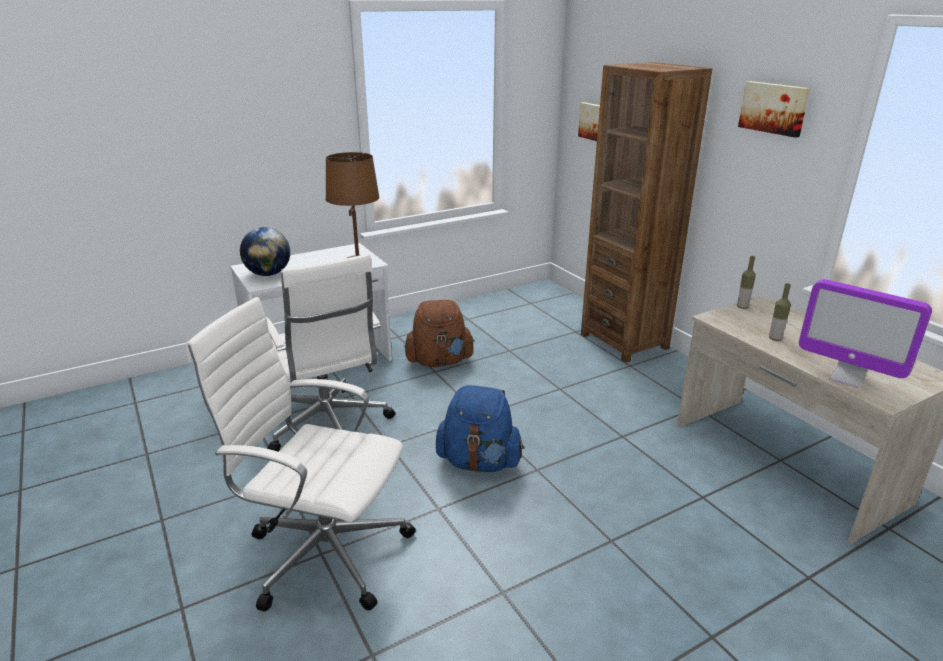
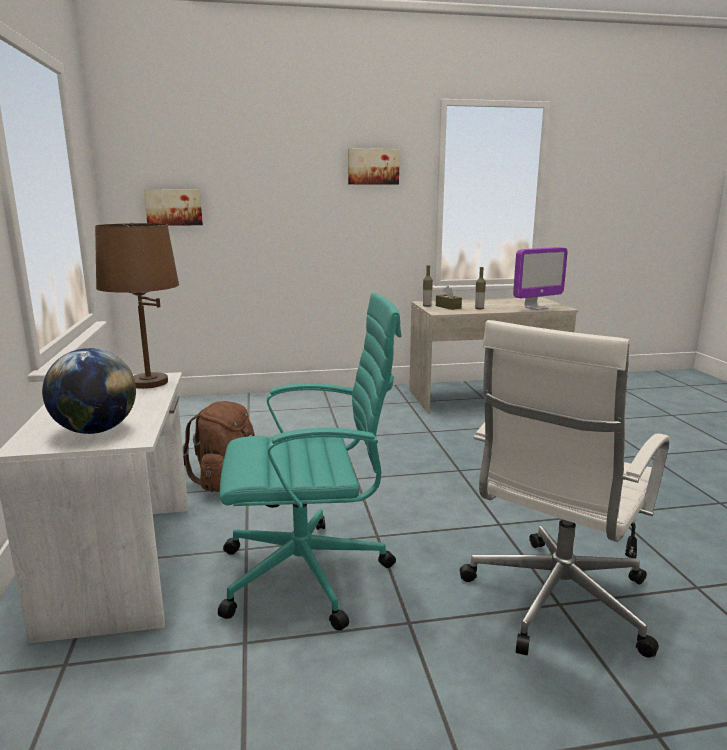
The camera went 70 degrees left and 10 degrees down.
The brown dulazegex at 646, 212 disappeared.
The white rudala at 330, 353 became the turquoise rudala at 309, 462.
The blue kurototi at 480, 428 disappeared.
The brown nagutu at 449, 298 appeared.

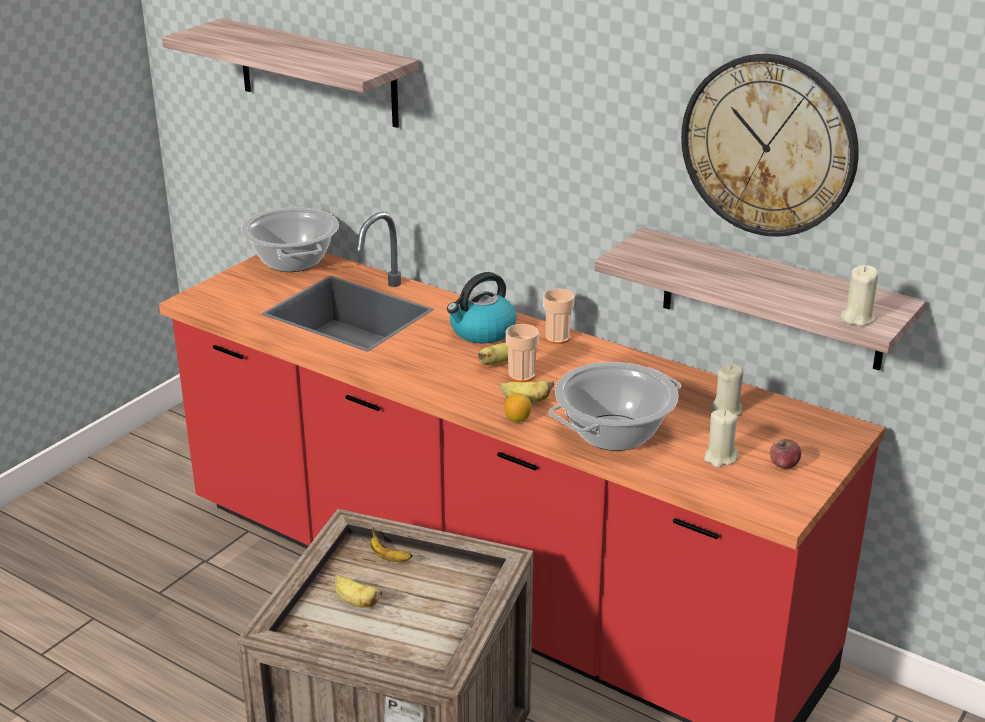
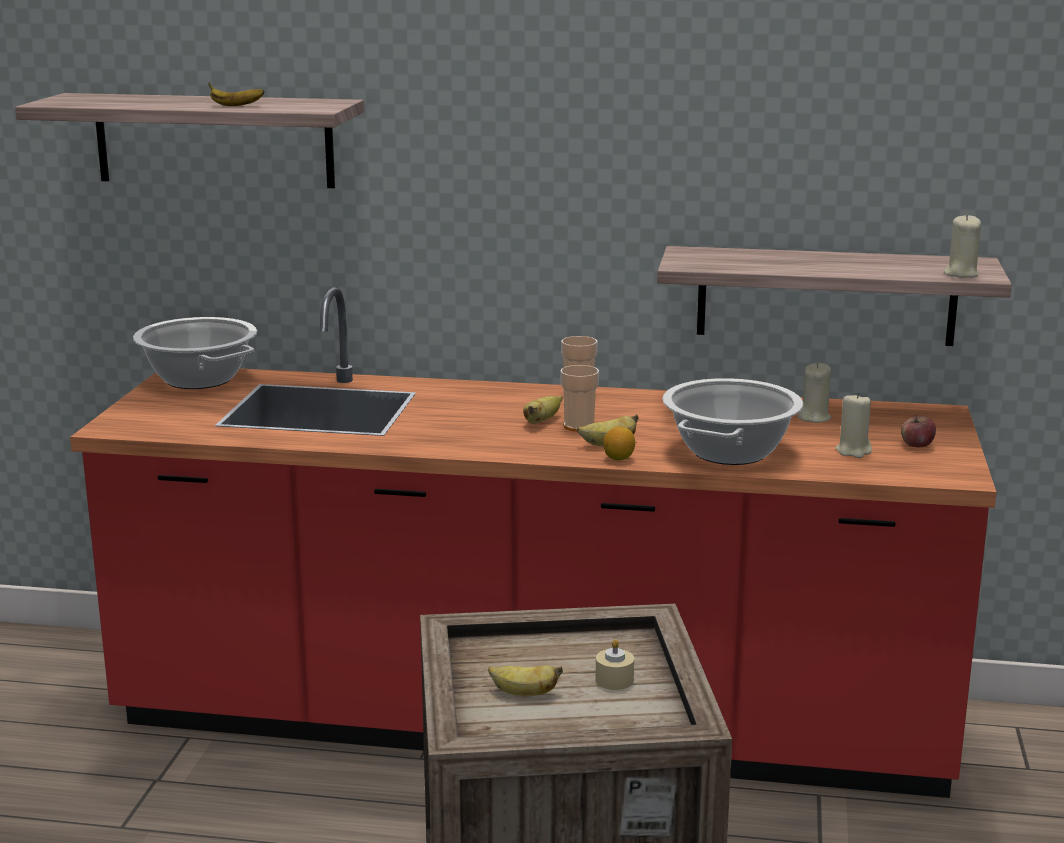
The camera went 25 degrees left and 10 degrees down.
The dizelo at 770, 145 disappeared.
The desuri at 481, 307 disappeared.
The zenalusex moved from 391, 544 to 236, 94.
The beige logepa at 614, 664 appeared.

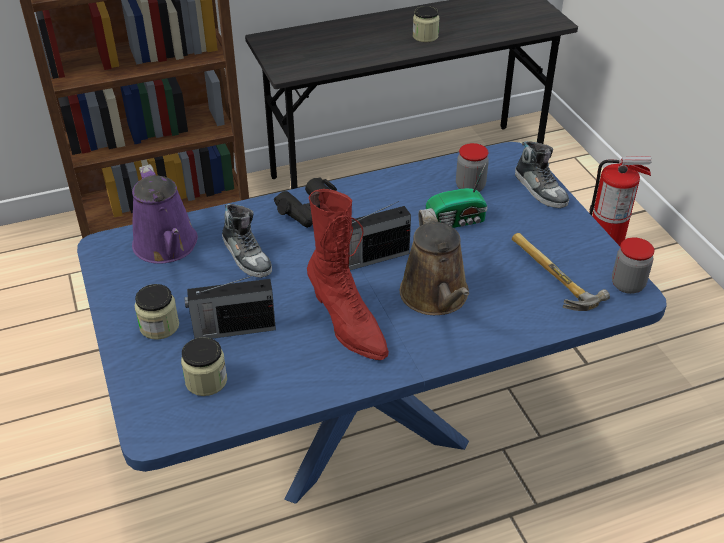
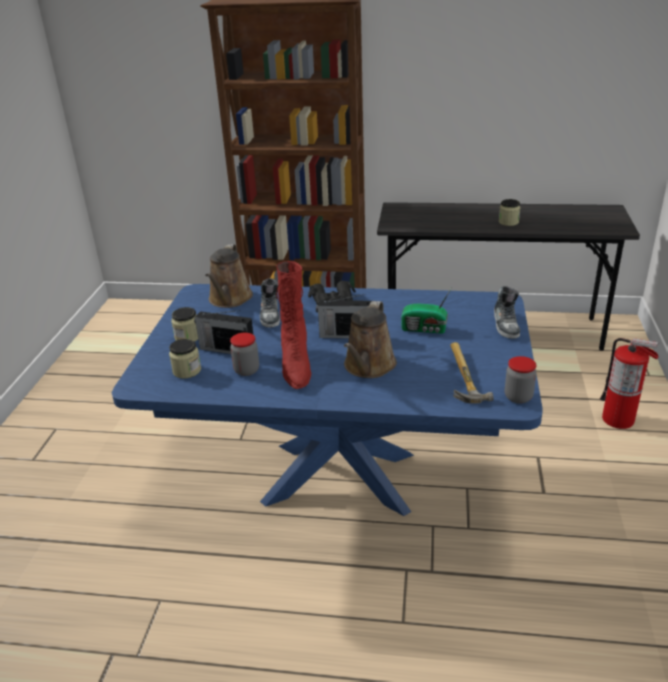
The camera went 30 degrees right and 10 degrees down.
The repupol moved from 472, 167 to 244, 354.
The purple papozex at 165, 214 became the brown papozex at 229, 276.

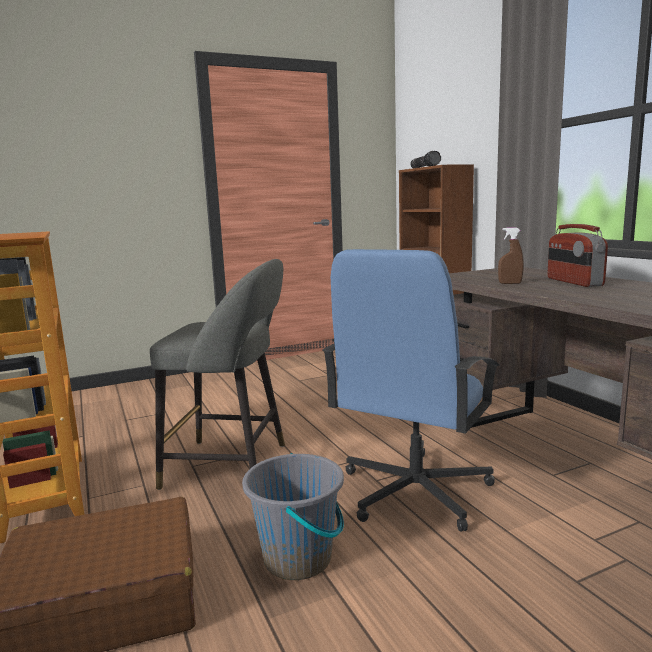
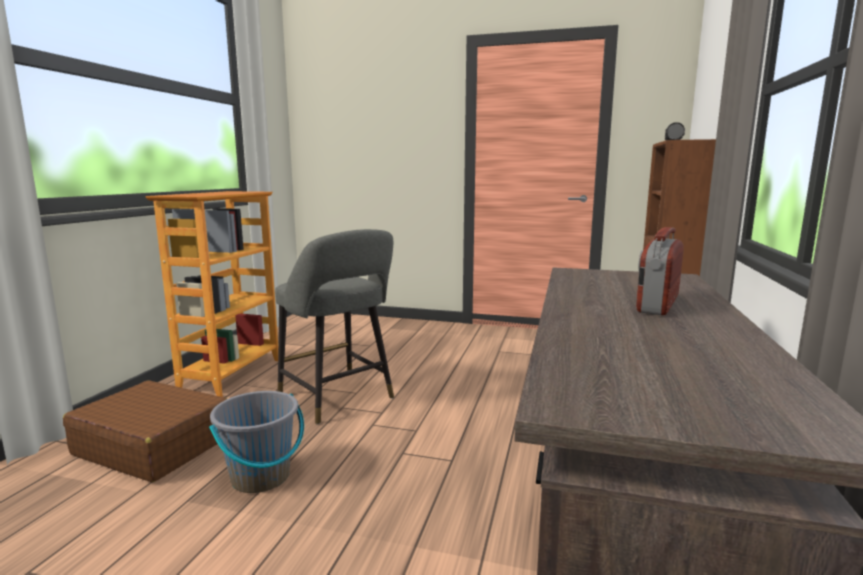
The camera went 40 degrees right and 0 degrees up.
The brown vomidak at 511, 256 disappeared.
The blue rudala at 411, 390 disappeared.

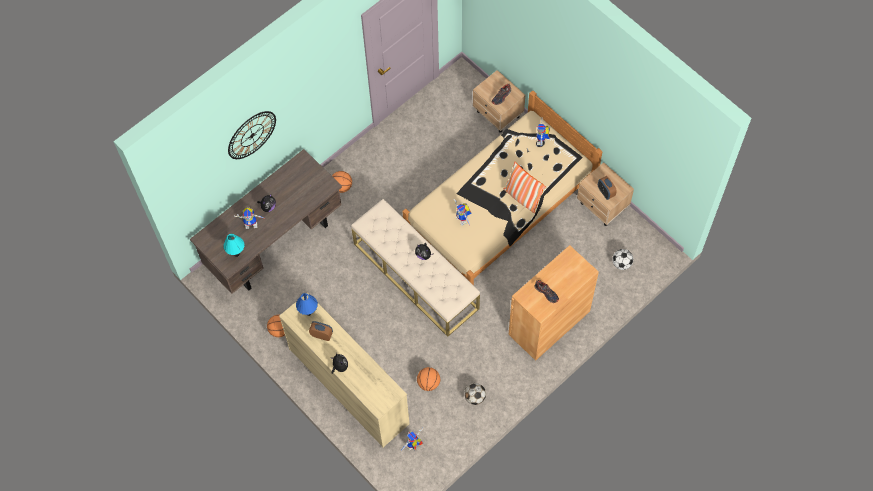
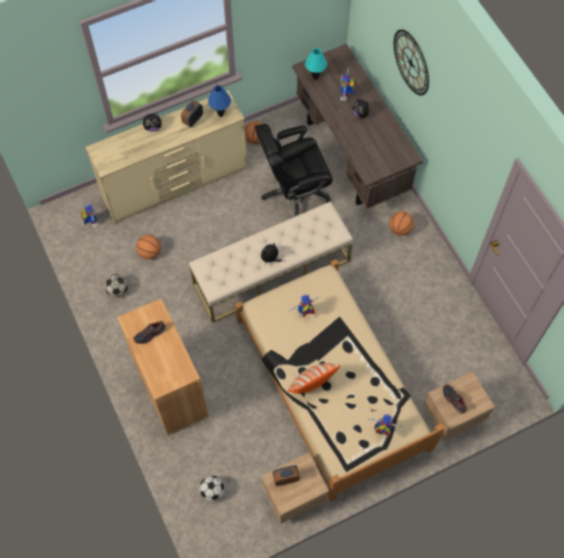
The camera went 105 degrees right and 0 degrees up.
The black rudala at 294, 170 appeared.

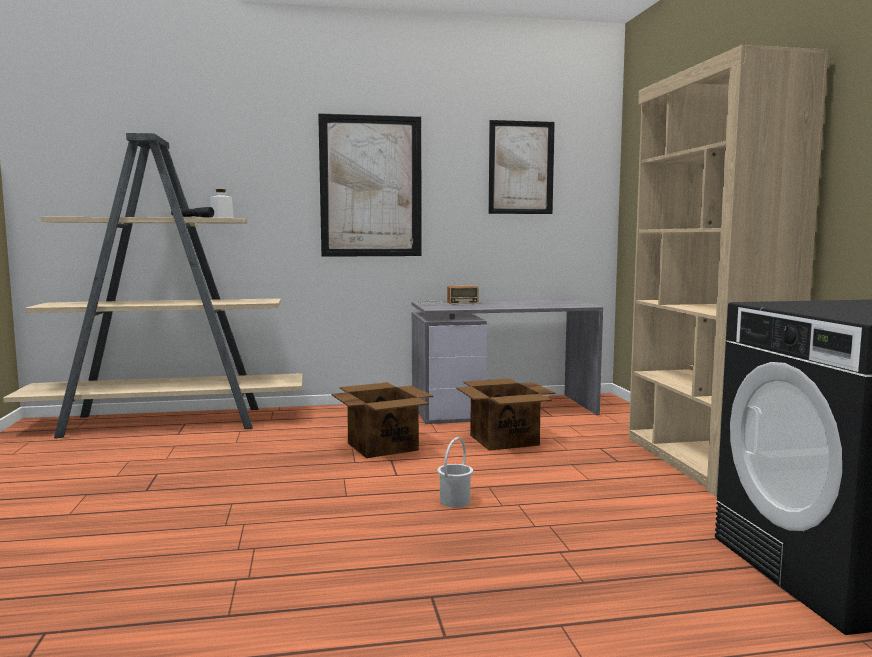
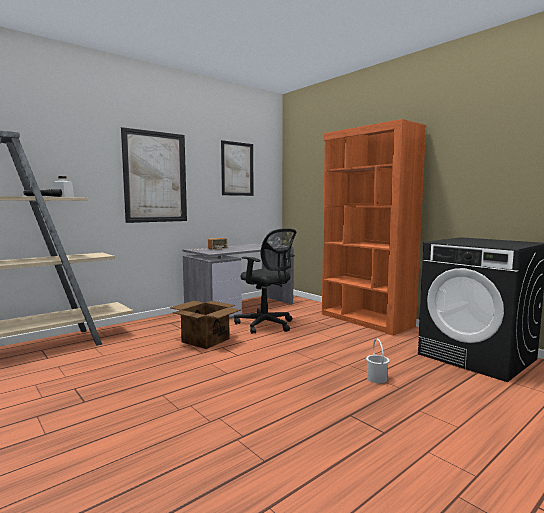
The camera went 30 degrees left and 0 degrees up.
The beige dulazegex at 729, 271 became the orange dulazegex at 374, 227.
The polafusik at 505, 415 was replaced by the black rudala at 265, 281.
The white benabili moved from 455, 472 to 378, 360.

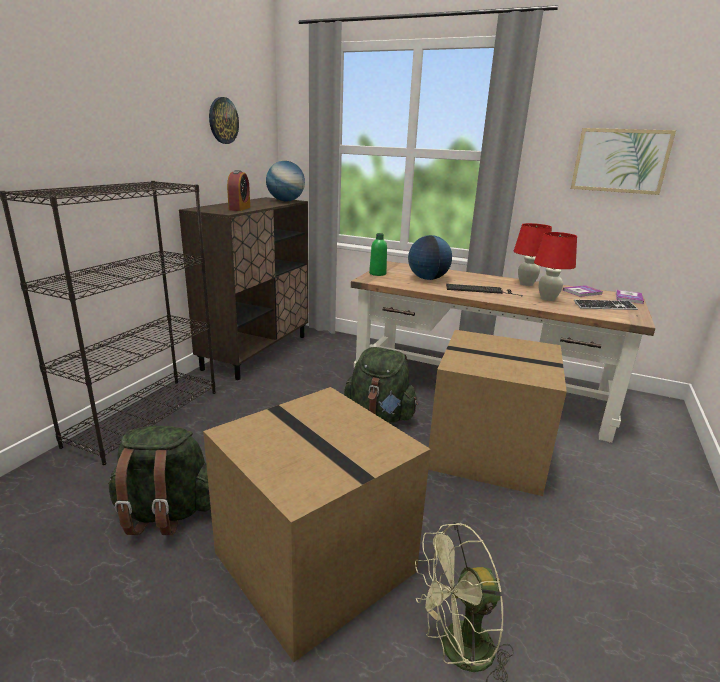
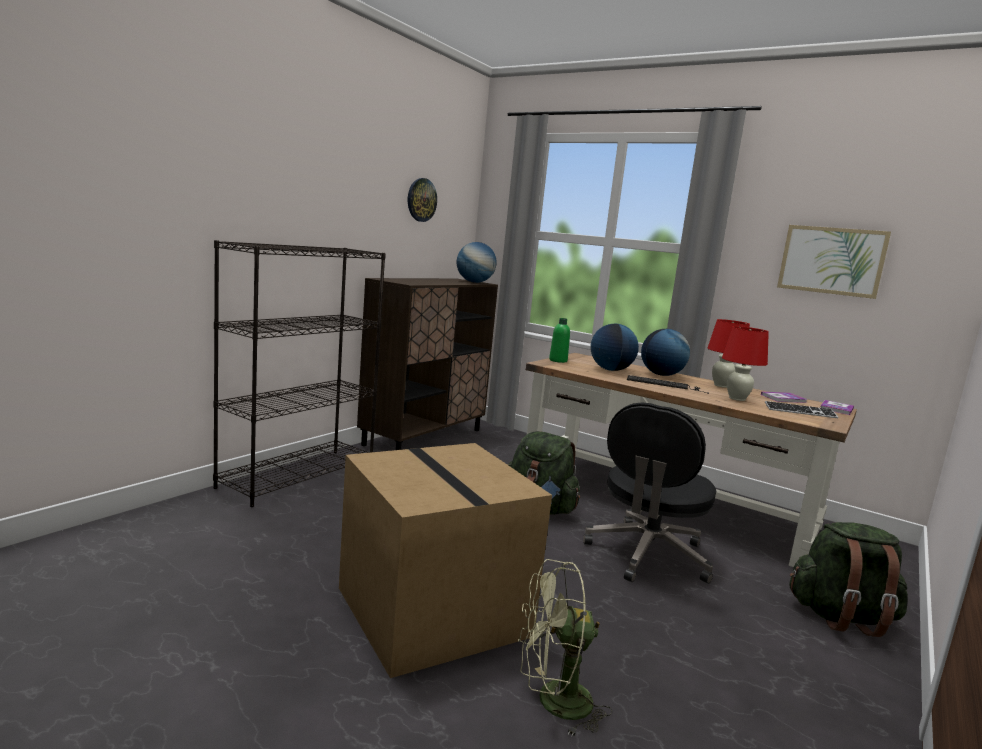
The camera went 10 degrees right and 10 degrees down.
The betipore at 238, 190 disappeared.
The polafusik at 497, 413 was replaced by the black rudala at 649, 493.
The green kurototi moved from 159, 480 to 848, 579.
The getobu at 665, 352 appeared.

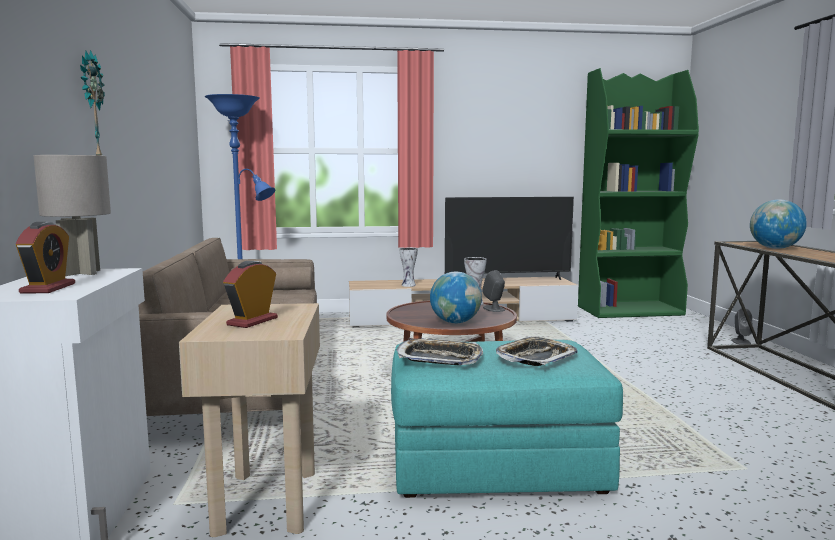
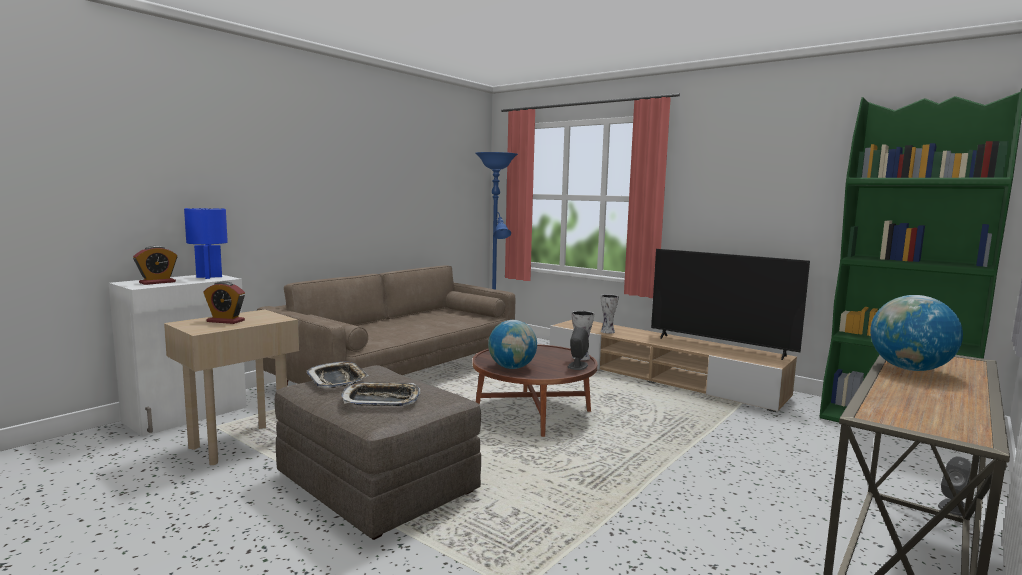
The camera went 45 degrees right and 0 degrees up.
The dizelo at 92, 103 disappeared.
The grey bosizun at 72, 215 became the blue bosizun at 206, 243.
The betipore at 250, 294 turned 150 degrees counterclockwise.
The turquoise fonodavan at 507, 419 became the grey fonodavan at 377, 452.

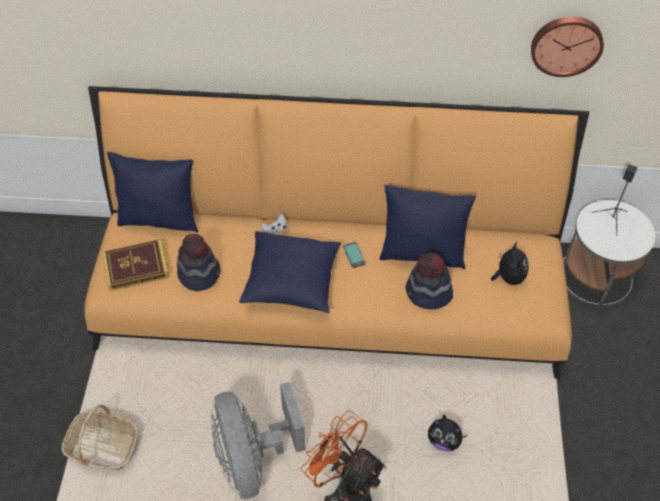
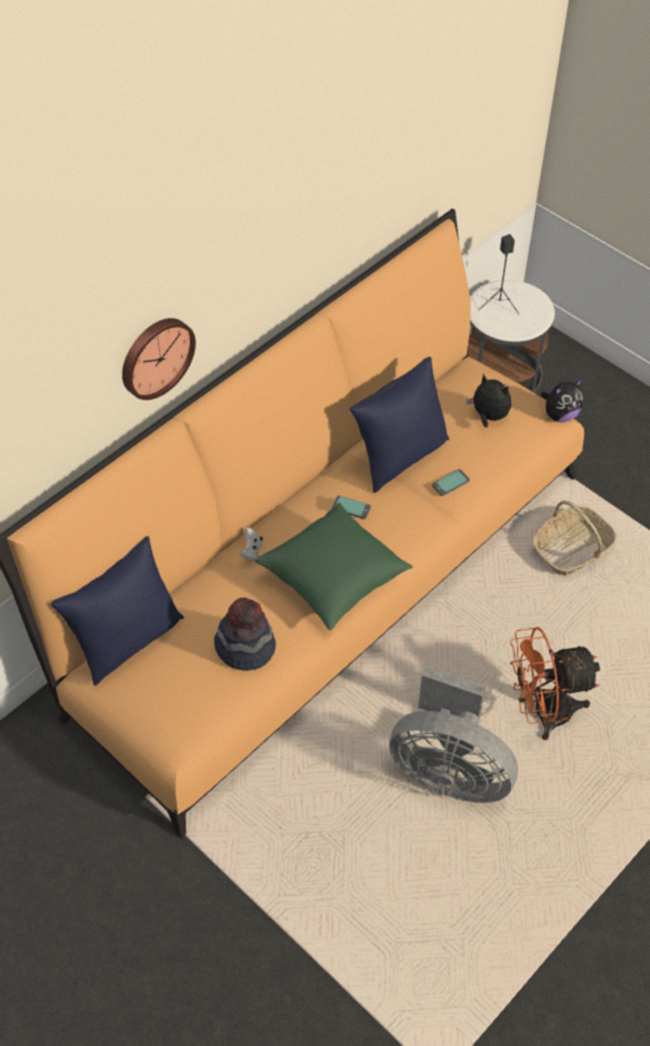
The camera went 50 degrees left and 0 degrees up.
The dizelo moved from 567, 47 to 159, 359.
The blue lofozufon at 290, 272 became the green lofozufon at 334, 567.
The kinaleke at 136, 265 disappeared.
The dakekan at 429, 280 was replaced by the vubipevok at 451, 482.
The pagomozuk moved from 99, 437 to 574, 538.
The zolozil moved from 447, 433 to 562, 400.

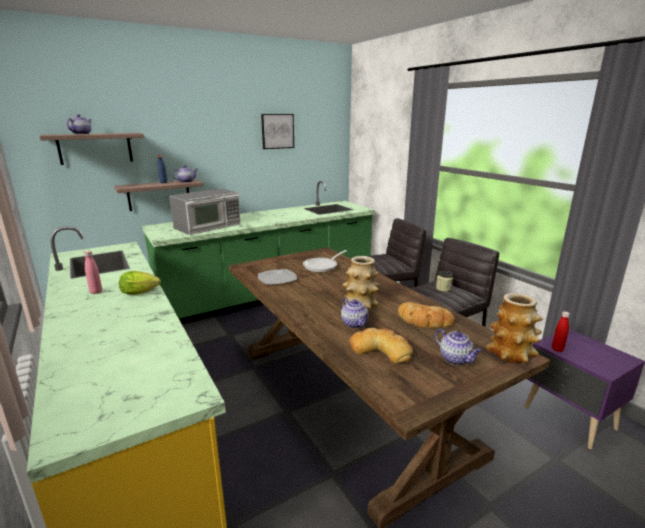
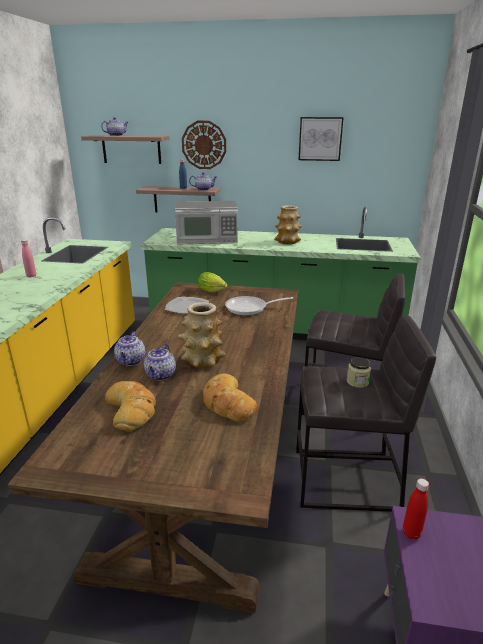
The camera went 40 degrees right and 5 degrees up.
The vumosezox moved from 140, 283 to 212, 282.
The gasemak moved from 514, 328 to 288, 224.
The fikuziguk moved from 458, 347 to 129, 349.
The dizelo at 204, 145 appeared.

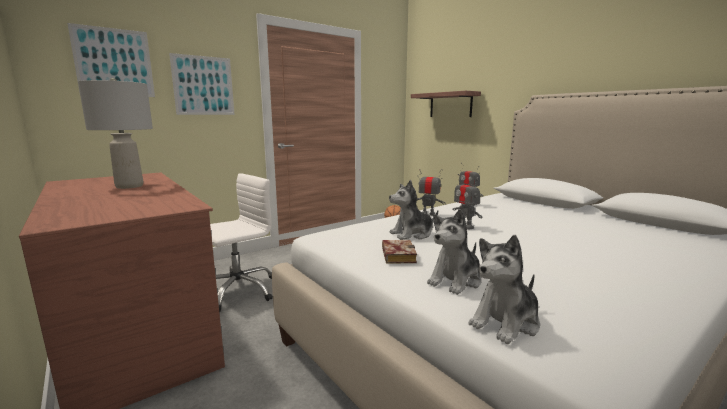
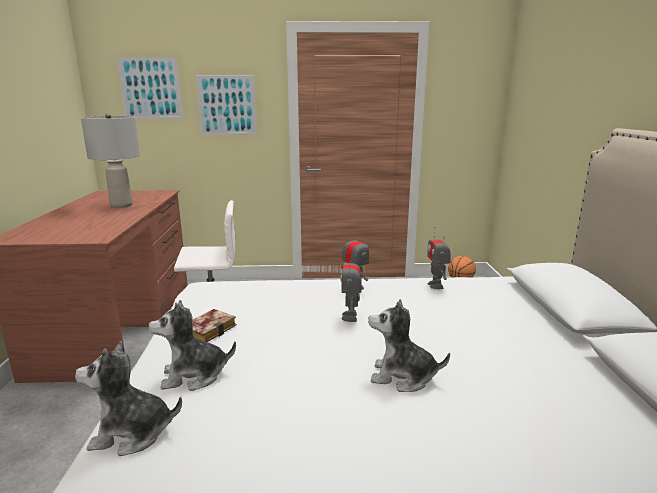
The camera went 35 degrees right and 5 degrees up.
The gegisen at 446, 104 disappeared.
The zolozil moved from 413, 210 to 409, 345.

